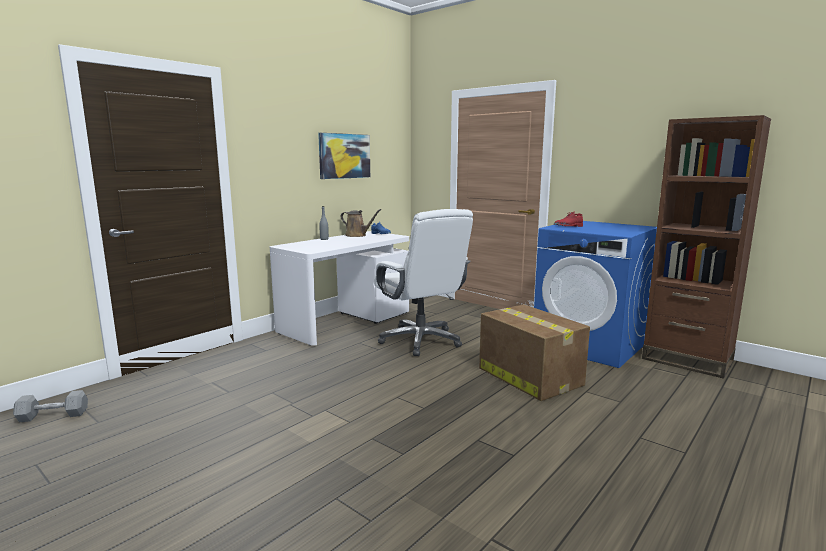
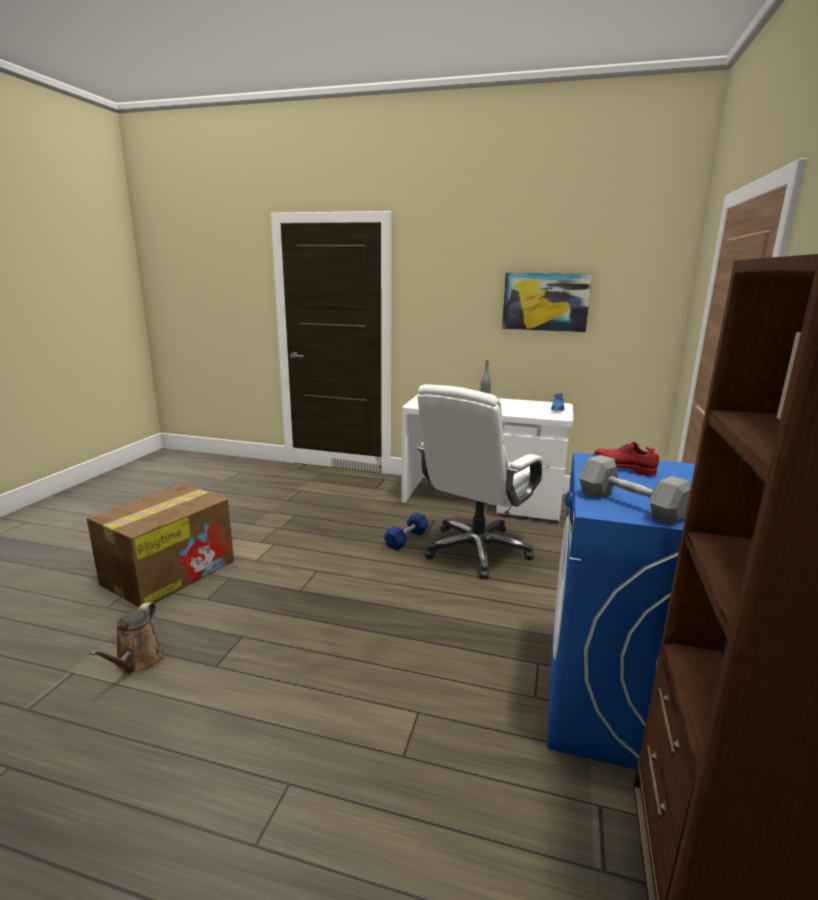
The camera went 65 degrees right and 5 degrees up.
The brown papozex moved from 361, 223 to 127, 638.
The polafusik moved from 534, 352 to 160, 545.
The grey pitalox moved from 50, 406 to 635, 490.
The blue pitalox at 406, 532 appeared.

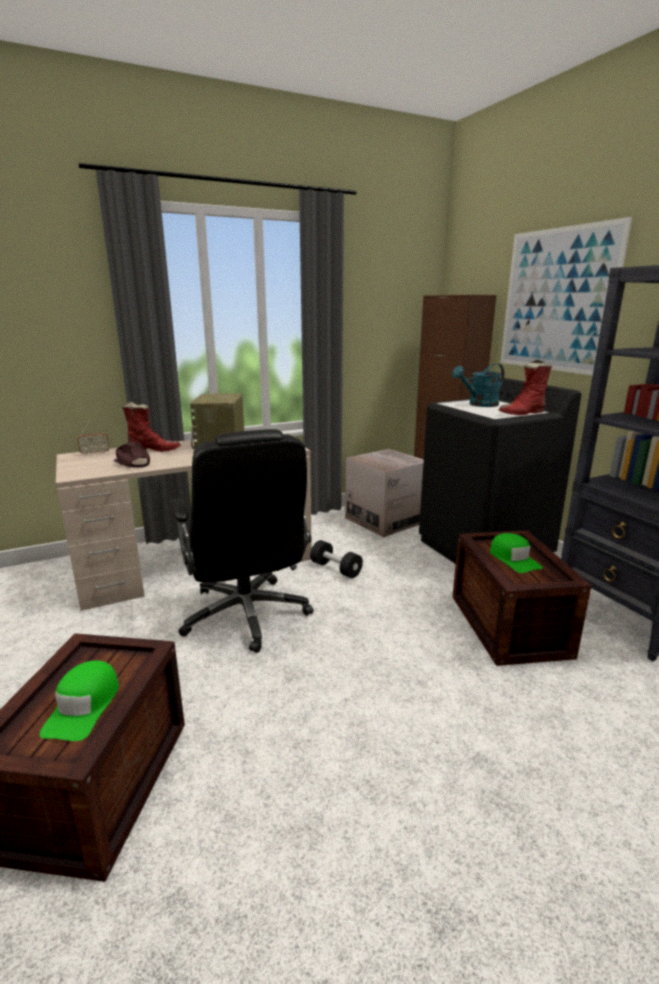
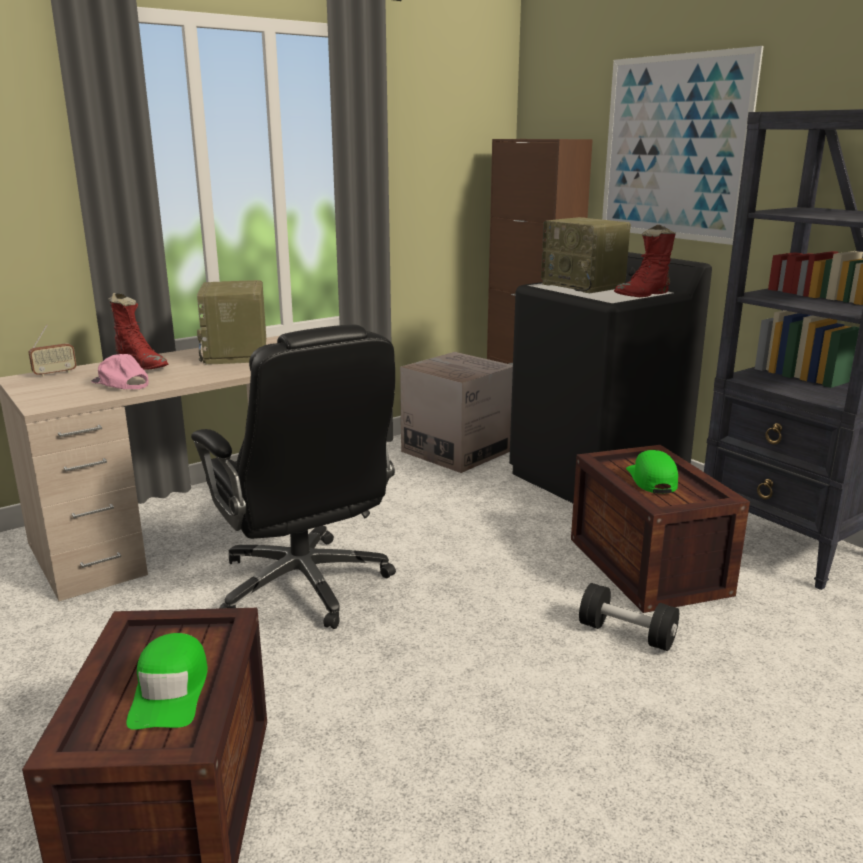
The camera went 10 degrees left and 0 degrees up.
The turquoise papozex at 478, 385 was replaced by the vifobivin at 586, 255.
The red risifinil at 151, 427 turned 45 degrees clockwise.
The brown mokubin at 131, 455 became the pink mokubin at 120, 371.
The green mokubin at 516, 553 turned 150 degrees counterclockwise.
The black pitalox moved from 336, 559 to 629, 617.

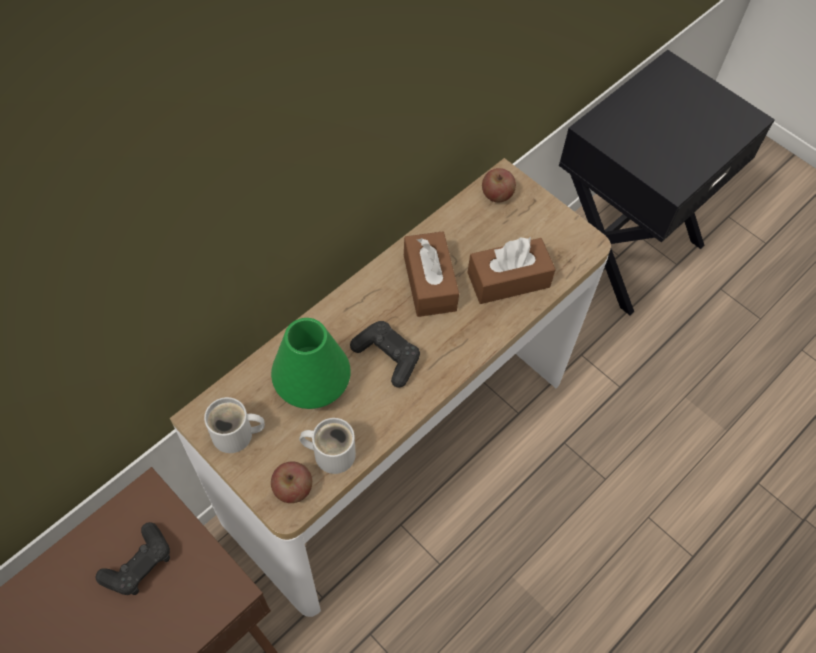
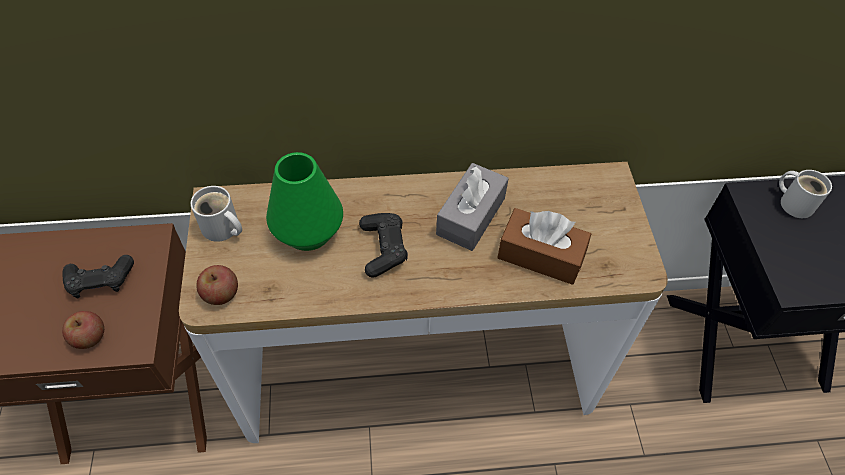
The camera went 40 degrees right and 5 degrees down.
The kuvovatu moved from 499, 185 to 83, 330.
The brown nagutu at 431, 274 became the grey nagutu at 472, 207.
The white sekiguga moved from 327, 446 to 805, 194.

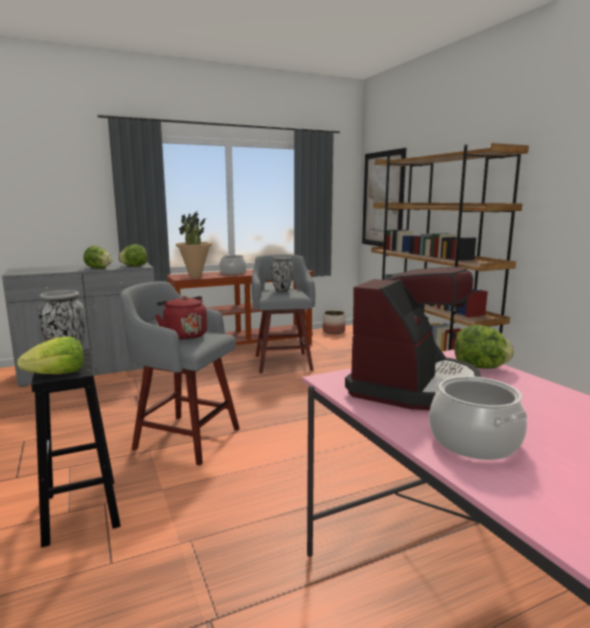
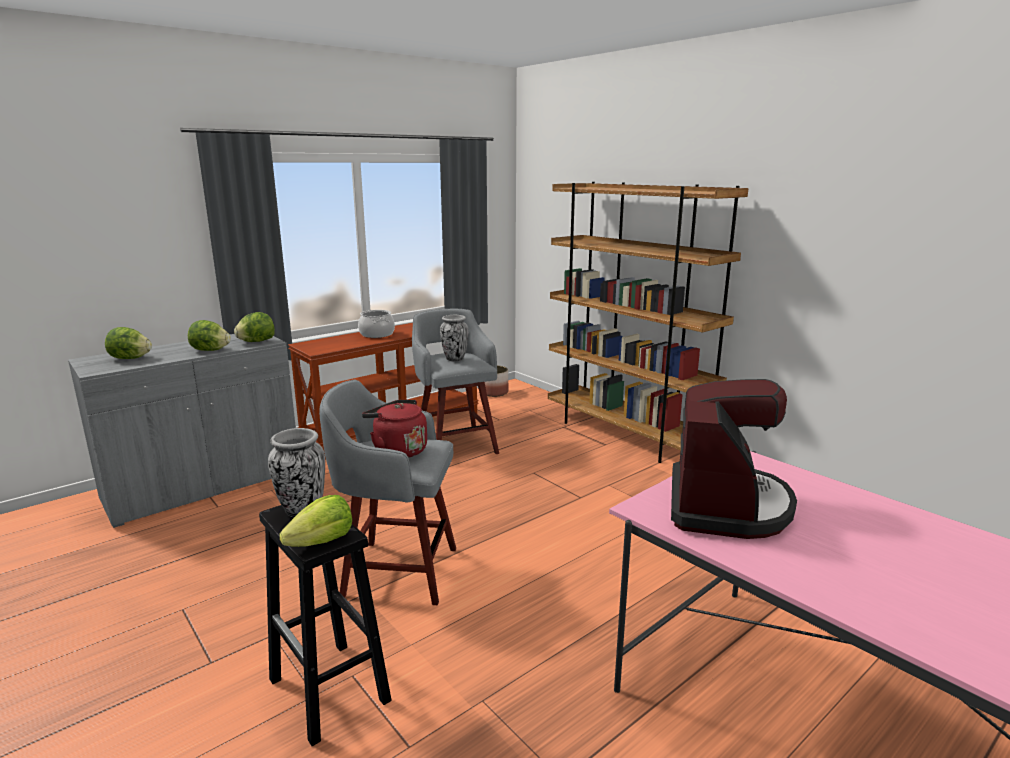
The camera went 15 degrees left and 5 degrees up.
The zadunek at 384, 197 disappeared.
The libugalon at 194, 245 disappeared.
The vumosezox moved from 484, 347 to 128, 343.
The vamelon at 478, 418 disappeared.

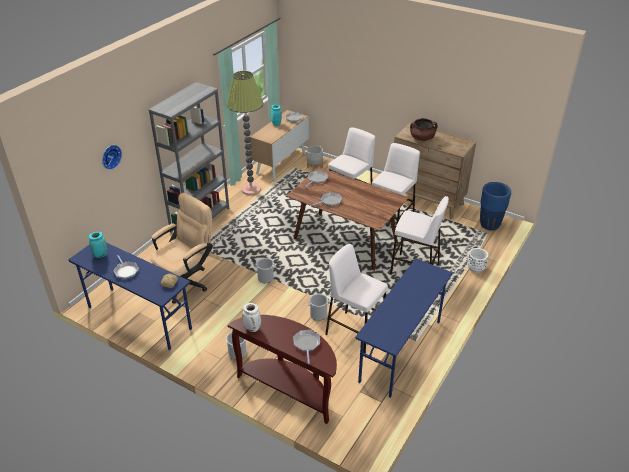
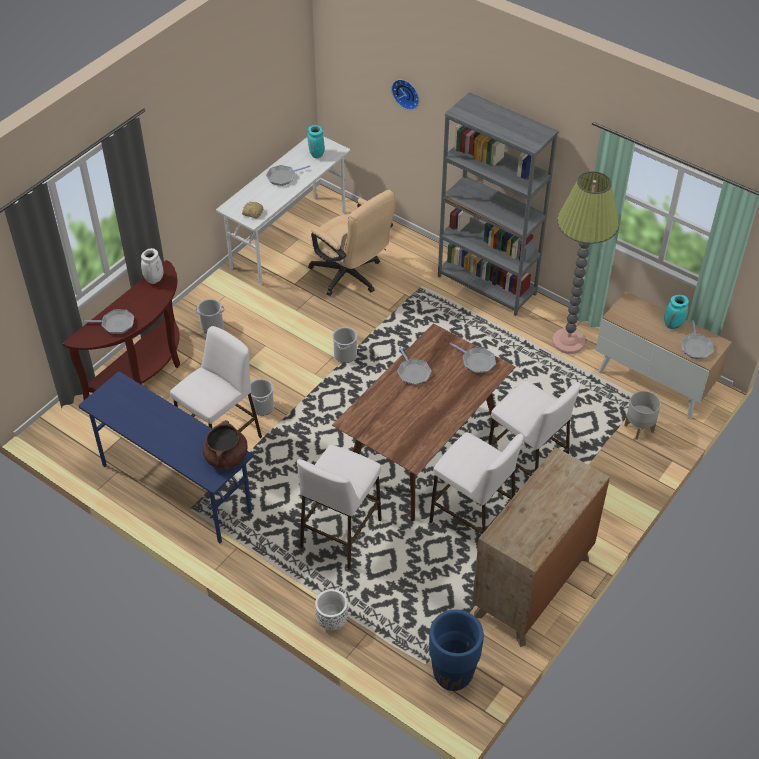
The camera went 95 degrees right and 10 degrees up.
The brown vamelon moved from 424, 129 to 225, 445.
The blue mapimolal at 130, 296 became the white mapimolal at 283, 210.

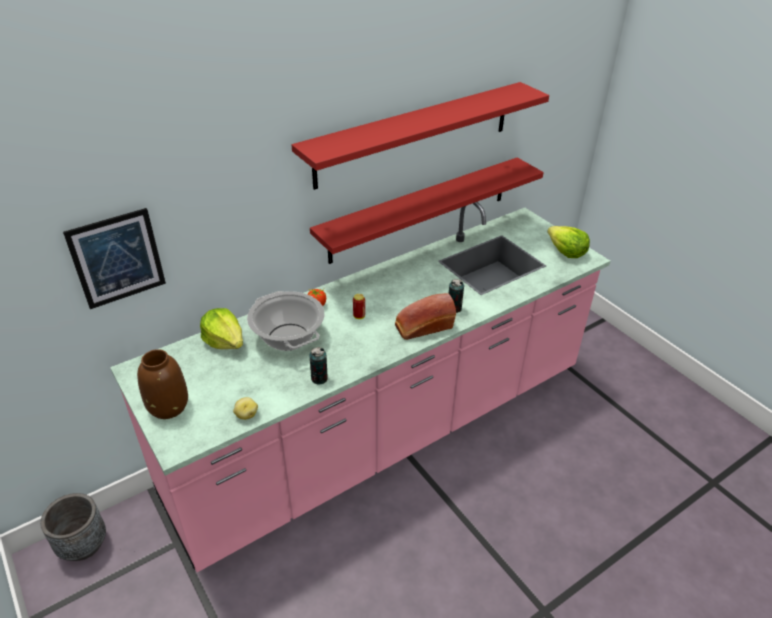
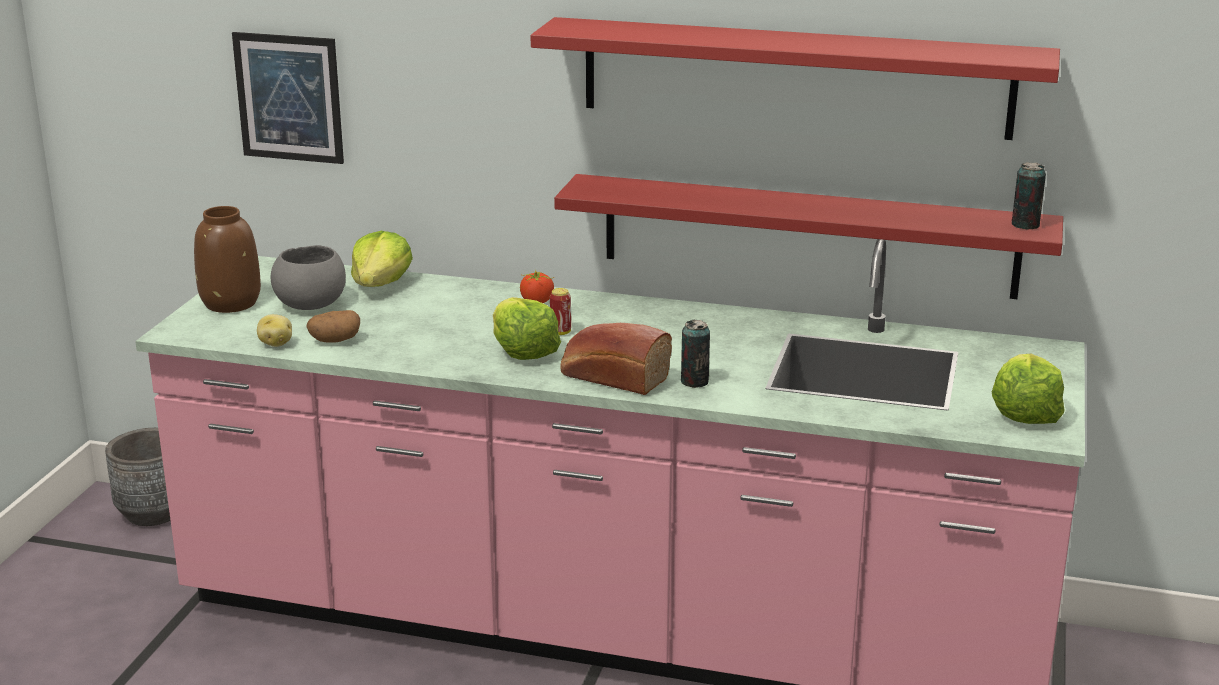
The camera went 50 degrees right and 15 degrees down.
The vamelon at 285, 321 disappeared.
The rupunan moved from 318, 366 to 1029, 195.
The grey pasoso at 308, 277 appeared.
The vumosezox at 527, 328 appeared.
The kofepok at 333, 326 appeared.

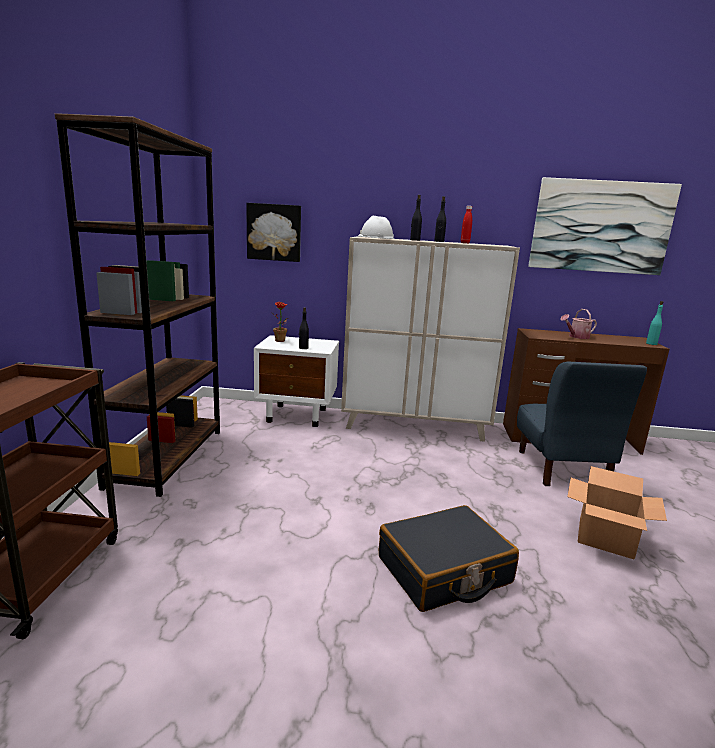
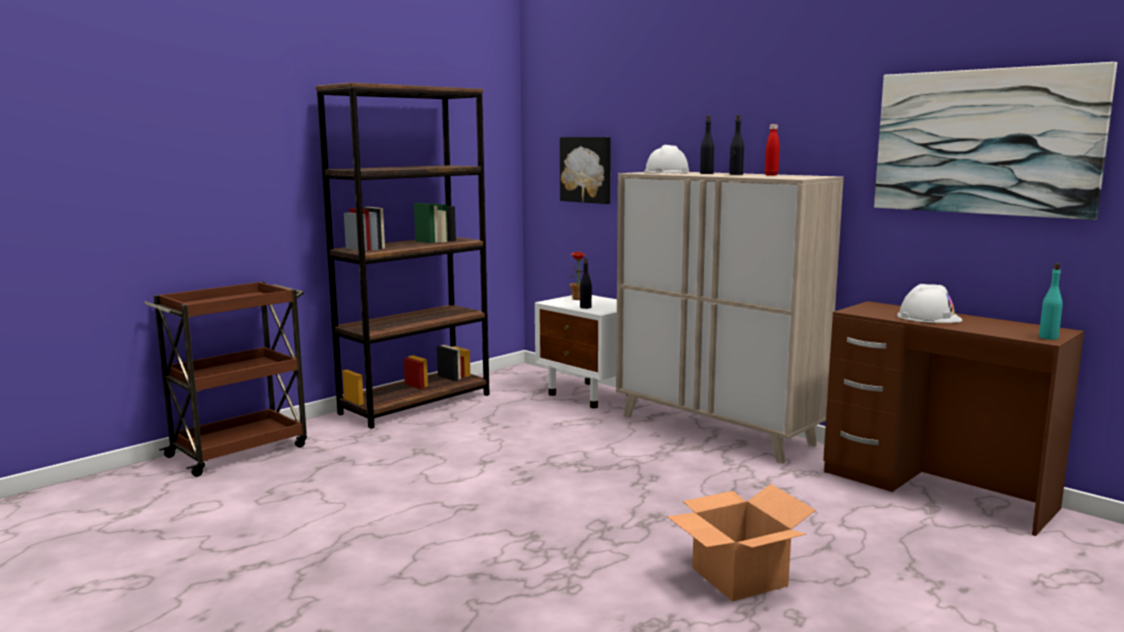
The camera went 40 degrees right and 5 degrees down.
The papozex at 579, 324 was replaced by the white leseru at 930, 303.
The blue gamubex at 582, 424 disappeared.
The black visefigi at 449, 558 disappeared.

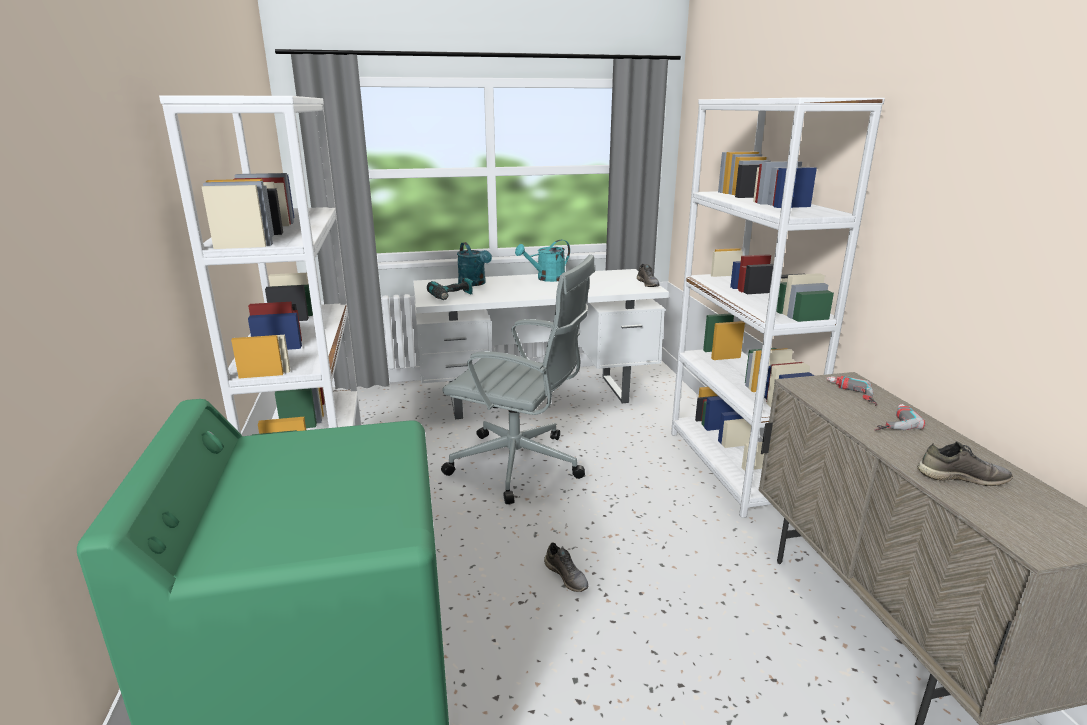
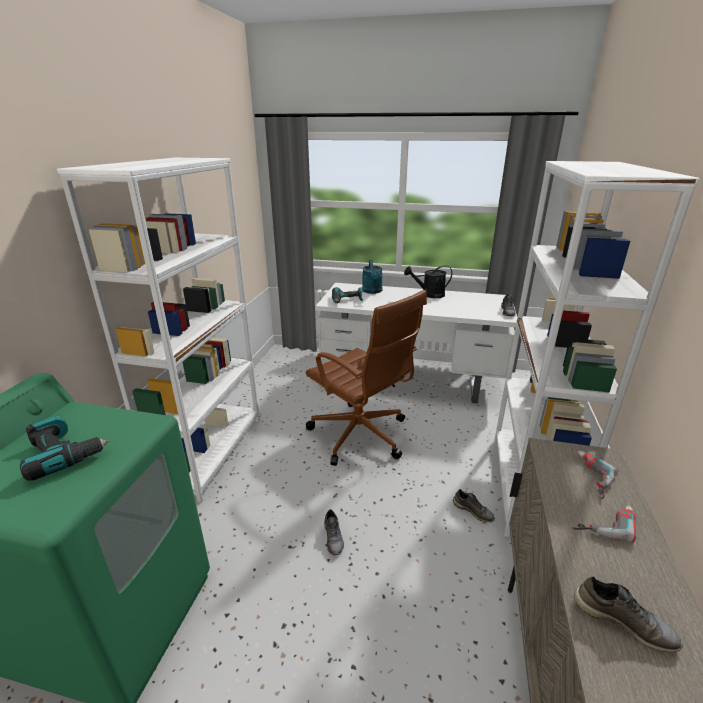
The camera went 25 degrees right and 5 degrees up.
The turquoise papozex at 542, 261 became the black papozex at 428, 281.
The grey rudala at 518, 379 became the brown rudala at 366, 378.
The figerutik at 65, 448 appeared.
The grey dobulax at 474, 505 appeared.

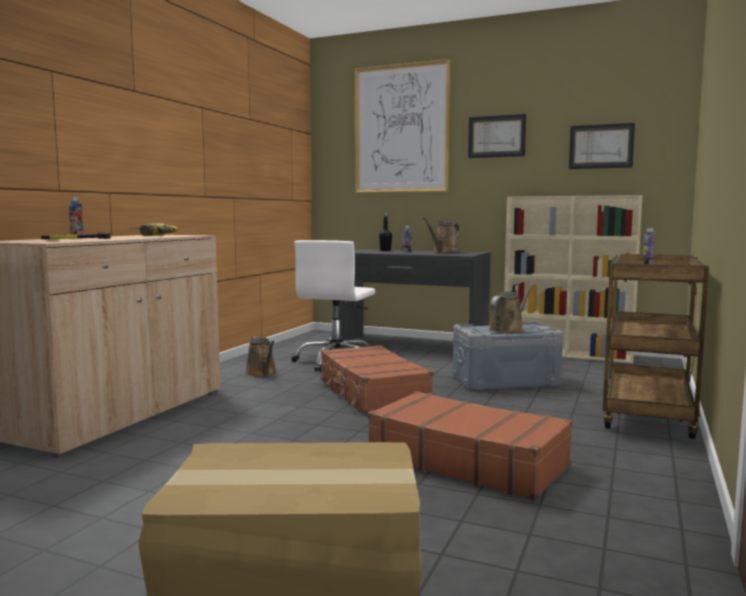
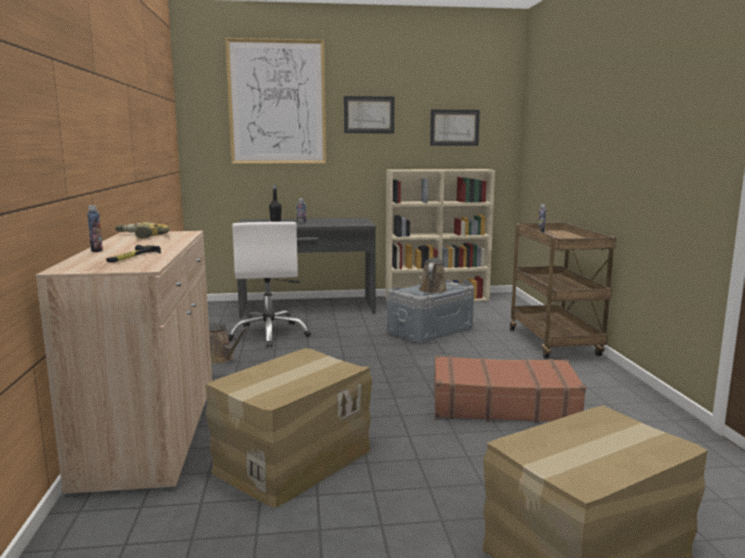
The camera went 30 degrees left and 5 degrees up.
The brown papozex at 441, 235 disappeared.
The brown visefigi at 376, 380 disappeared.
The polafusik at 289, 428 appeared.

